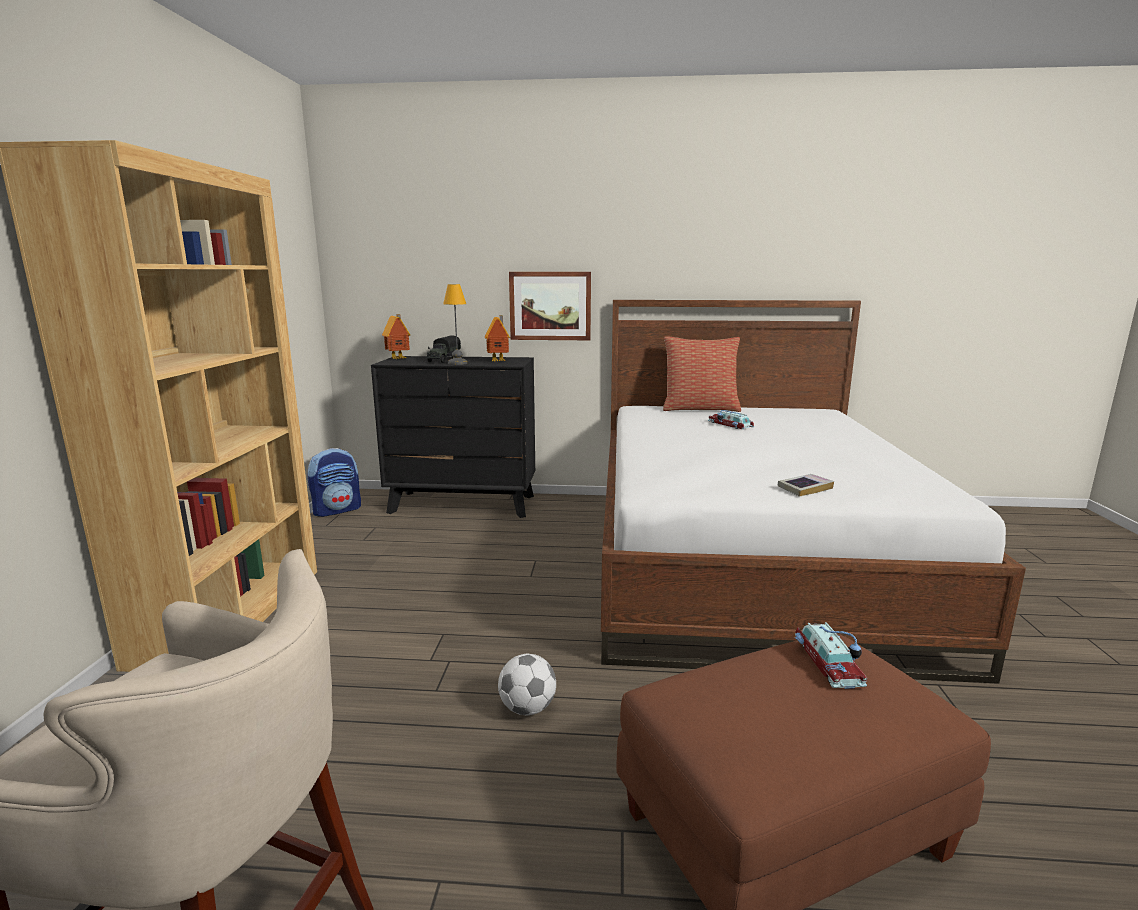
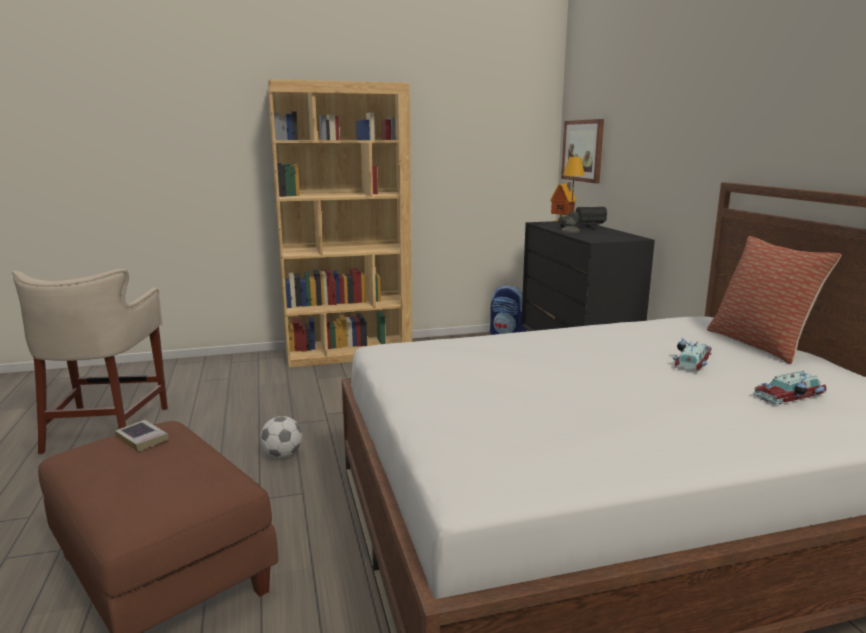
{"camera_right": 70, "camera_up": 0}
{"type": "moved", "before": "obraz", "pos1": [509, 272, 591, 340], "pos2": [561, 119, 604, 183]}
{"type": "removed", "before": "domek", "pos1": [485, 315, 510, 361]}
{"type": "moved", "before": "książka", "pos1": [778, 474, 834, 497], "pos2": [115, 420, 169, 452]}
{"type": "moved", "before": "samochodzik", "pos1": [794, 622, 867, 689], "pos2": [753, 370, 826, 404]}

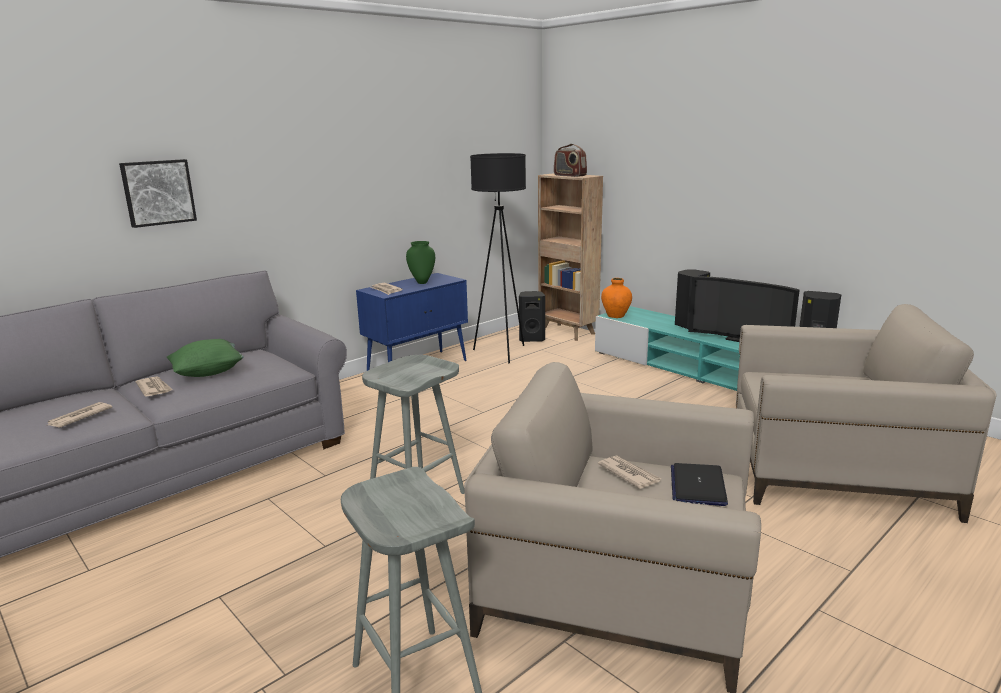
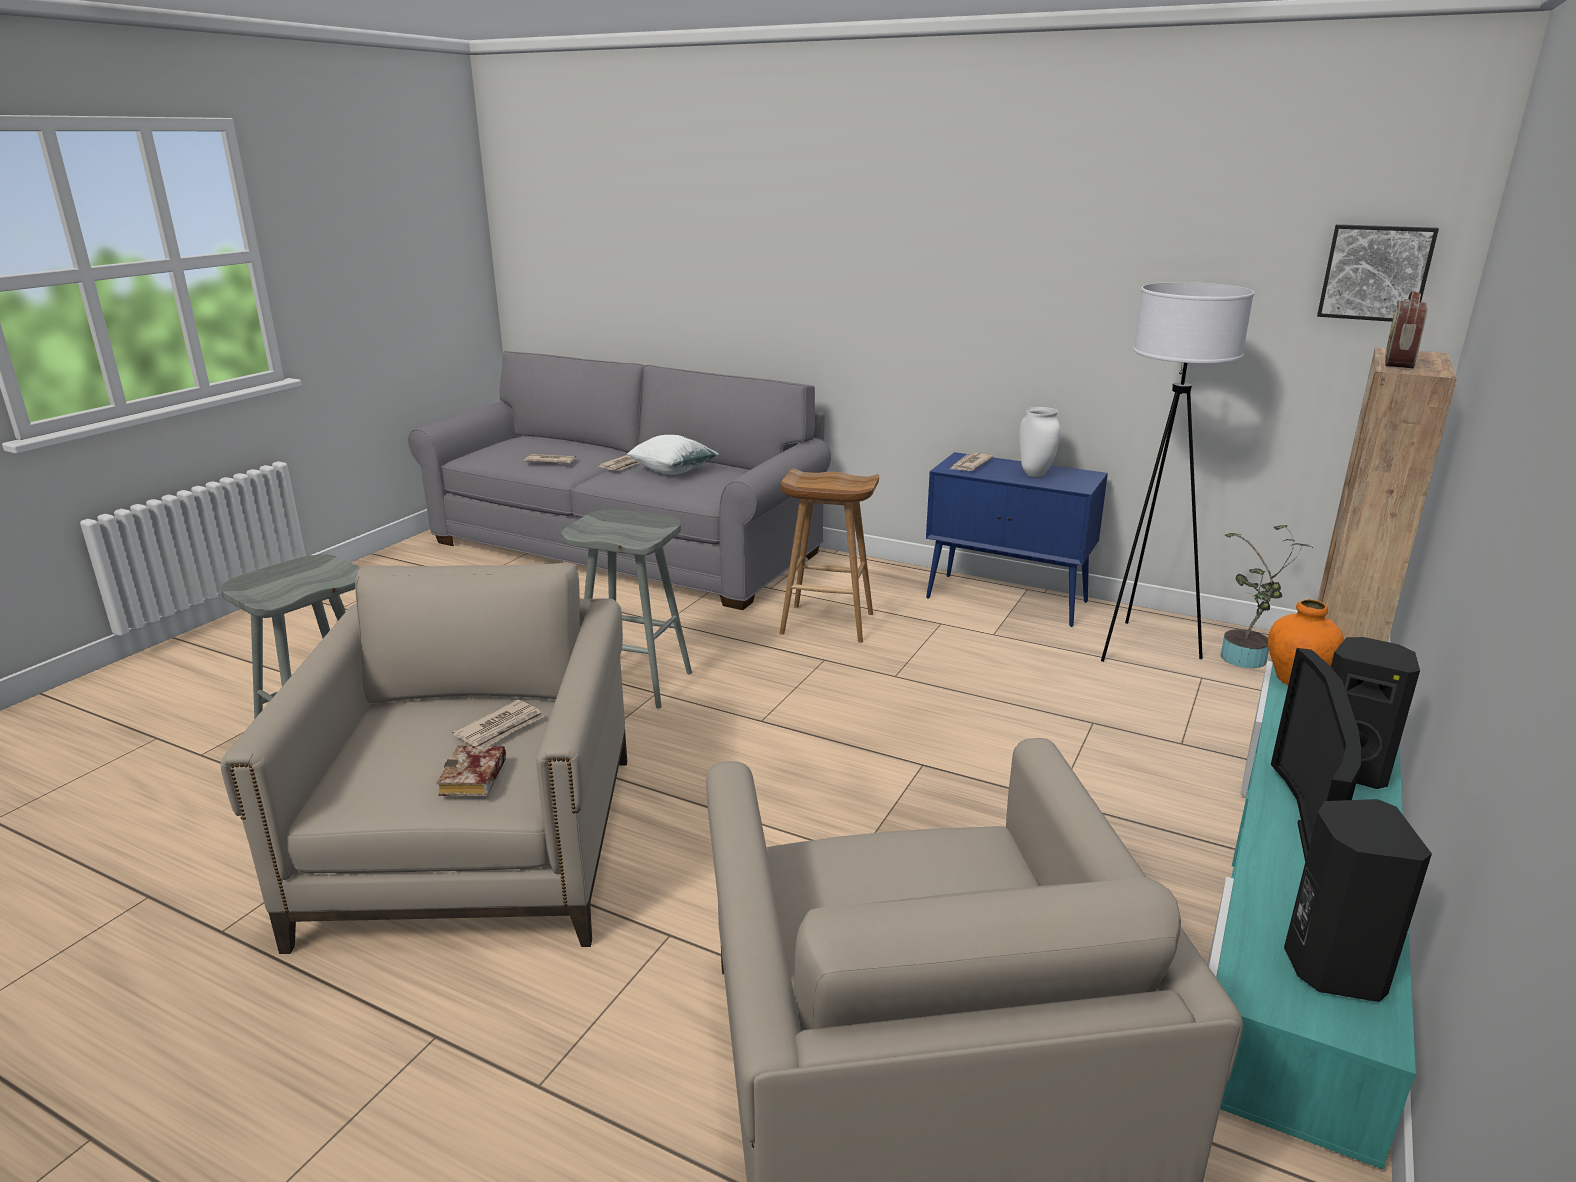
{"camera_right": 70, "camera_up": 5}
{"type": "recoloured", "before": "lampa stojąca/czarny", "after": "lampa stojąca/biały", "pos1": [470, 153, 526, 363], "pos2": [1101, 282, 1254, 662]}
{"type": "moved", "before": "obraz", "pos1": [119, 159, 197, 228], "pos2": [1317, 224, 1439, 322]}
{"type": "recoloured", "before": "wazon/zielony", "after": "wazon/biały", "pos1": [406, 241, 435, 284], "pos2": [1019, 407, 1060, 477]}
{"type": "replaced", "before": "głośnik/czarny", "after": "roślina doniczkowa", "pos1": [519, 291, 545, 342], "pos2": [1220, 525, 1311, 668]}
{"type": "recoloured", "before": "poduszka/zielony", "after": "poduszka/biały", "pos1": [167, 339, 244, 377], "pos2": [627, 435, 719, 474]}
{"type": "replaced", "before": "laptop", "after": "książka", "pos1": [671, 463, 728, 506], "pos2": [436, 746, 506, 796]}
{"type": "added", "after": "stołek/brązowy", "pos2": [780, 468, 879, 643]}

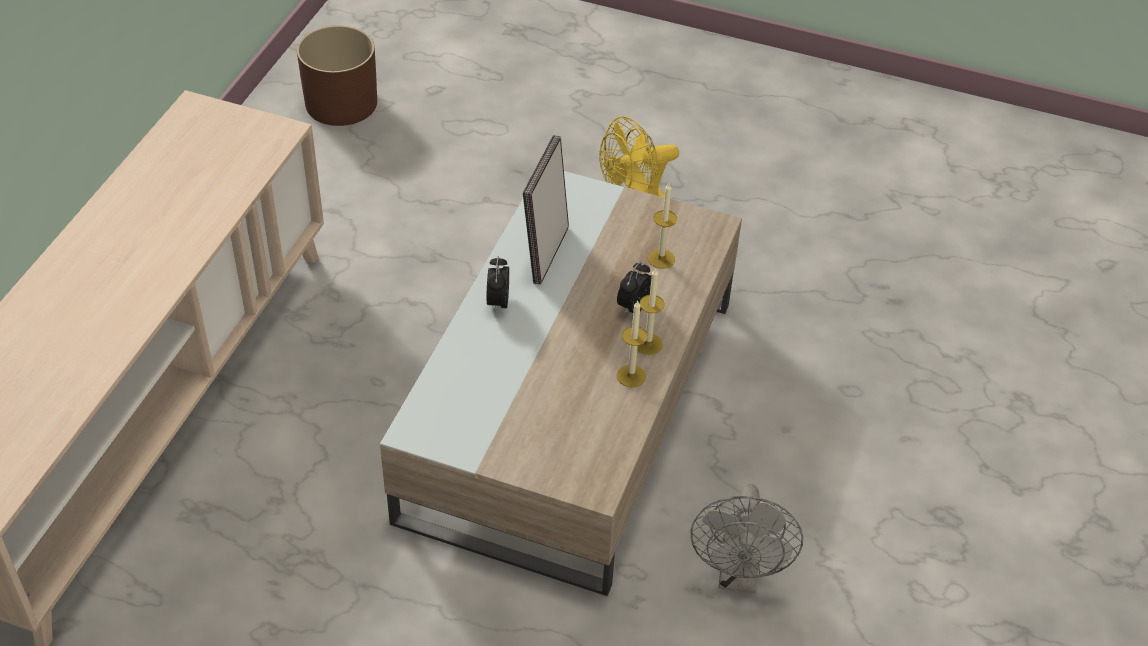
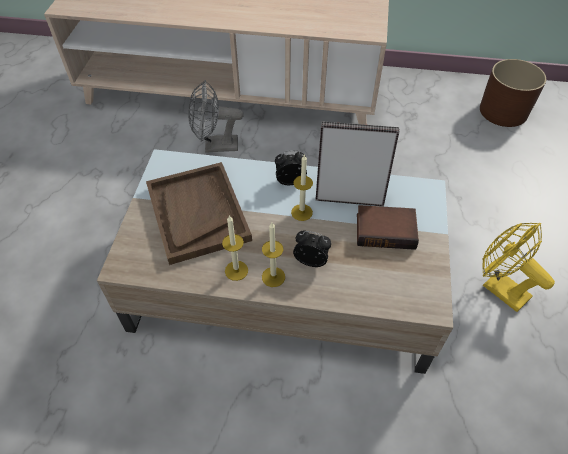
{"camera_right": 80, "camera_up": 5}
{"type": "moved", "before": "świeca", "pos1": [648, 183, 677, 269], "pos2": [291, 154, 313, 221]}
{"type": "moved", "before": "wentylator/szary", "pos1": [691, 484, 803, 593], "pos2": [188, 80, 244, 153]}
{"type": "added", "after": "taca/brązowy", "pos2": [146, 162, 252, 265]}
{"type": "added", "after": "książka", "pos2": [357, 205, 419, 250]}

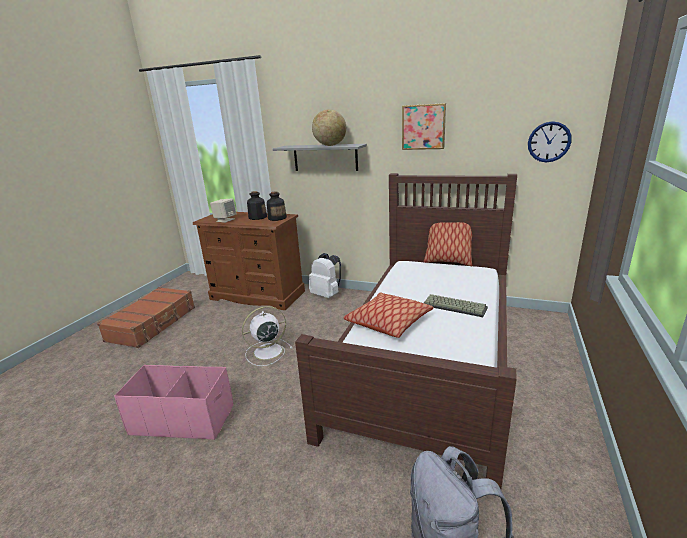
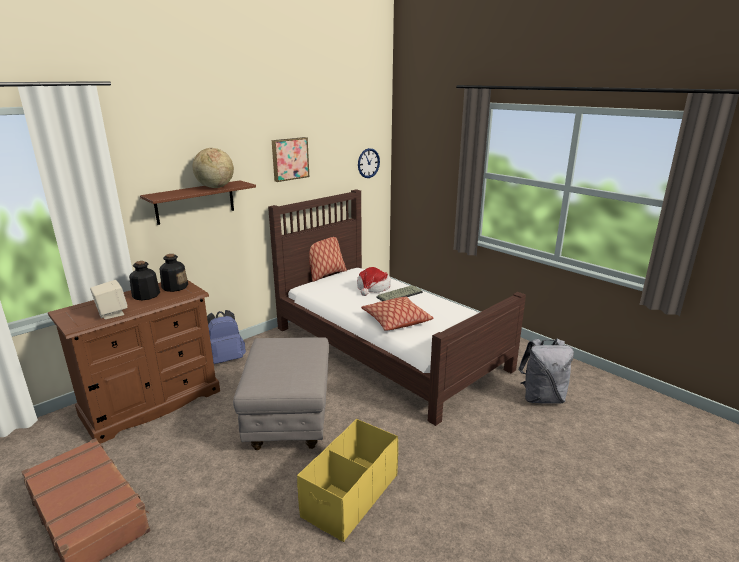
{"camera_right": -65, "camera_up": 0}
{"type": "recoloured", "before": "półka/szary", "after": "półka/brązowy", "pos1": [273, 144, 367, 171], "pos2": [140, 180, 256, 225]}
{"type": "recoloured", "before": "plecak/biały", "after": "plecak/niebieski", "pos1": [309, 253, 341, 298], "pos2": [207, 310, 246, 364]}
{"type": "replaced", "before": "wentylator/biały", "after": "pufa/szary", "pos1": [242, 306, 292, 366], "pos2": [233, 337, 329, 450]}
{"type": "recoloured", "before": "pojemnik do przechowywania/różowy", "after": "pojemnik do przechowywania/żółty", "pos1": [114, 365, 233, 440], "pos2": [297, 419, 398, 542]}
{"type": "added", "after": "kapelusz", "pos2": [357, 267, 391, 296]}

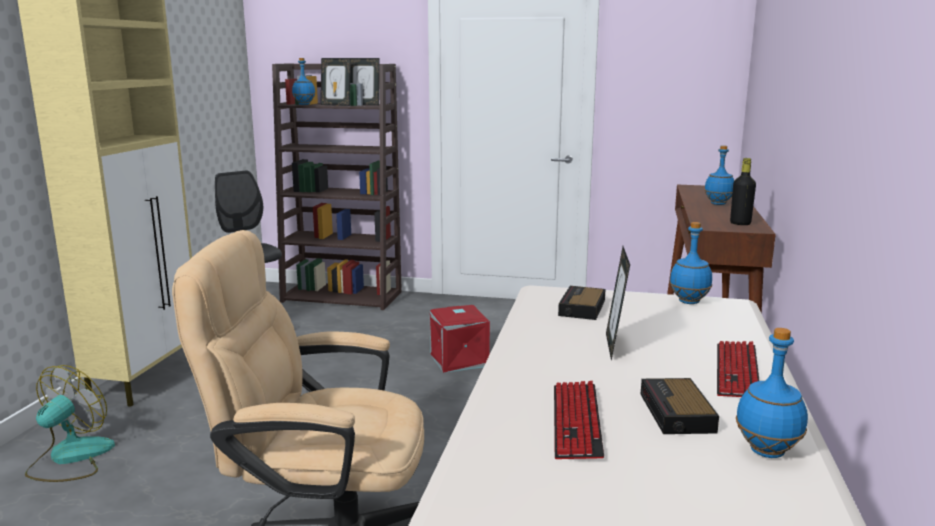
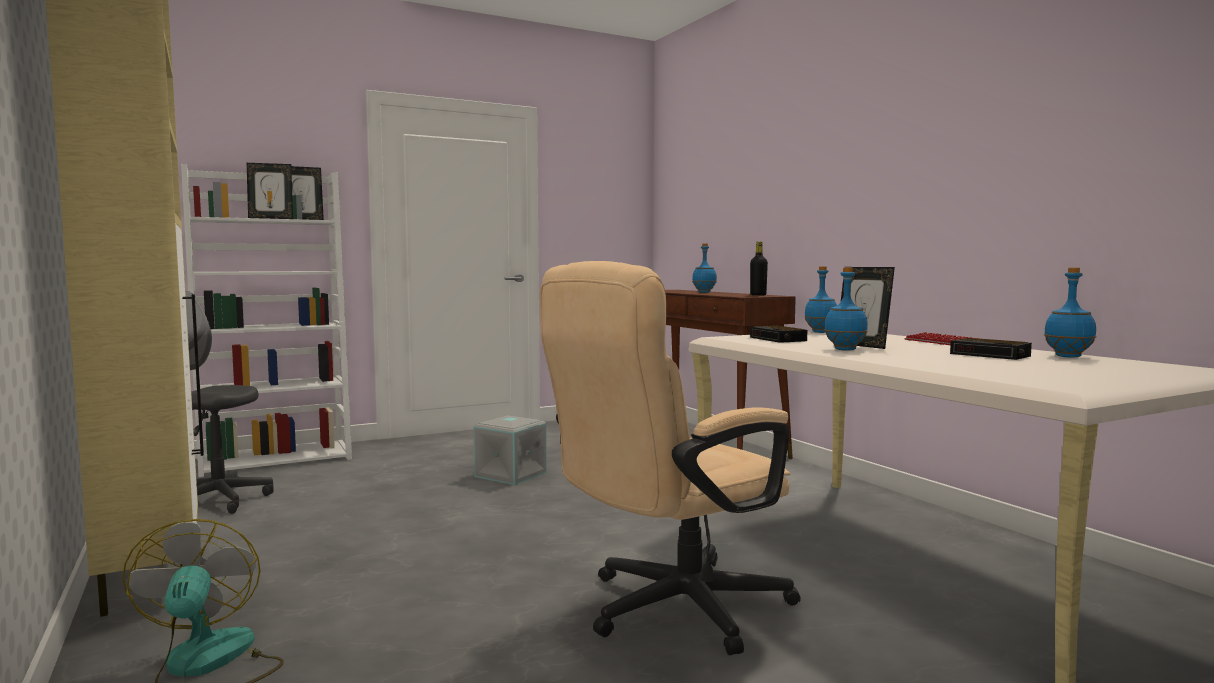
{"camera_right": -40, "camera_up": -10}
{"type": "moved", "before": "butelka/niebieski", "pos1": [292, 58, 315, 105], "pos2": [824, 267, 868, 351]}
{"type": "recoloured", "before": "regał/brązowy", "after": "regał/biały", "pos1": [272, 63, 402, 310], "pos2": [181, 164, 352, 477]}
{"type": "recoloured", "before": "pojemnik do przechowywania/czerwony", "after": "pojemnik do przechowywania/szary", "pos1": [430, 305, 490, 373], "pos2": [473, 416, 547, 485]}
{"type": "removed", "before": "klawiatura", "pos1": [554, 381, 604, 459]}

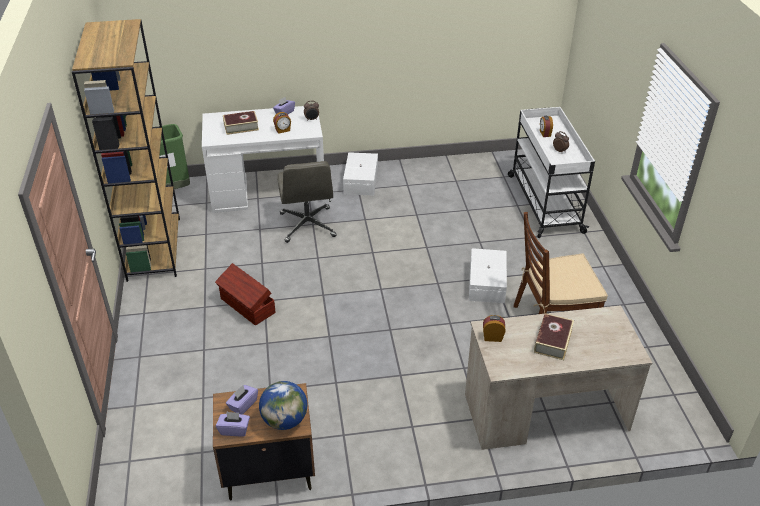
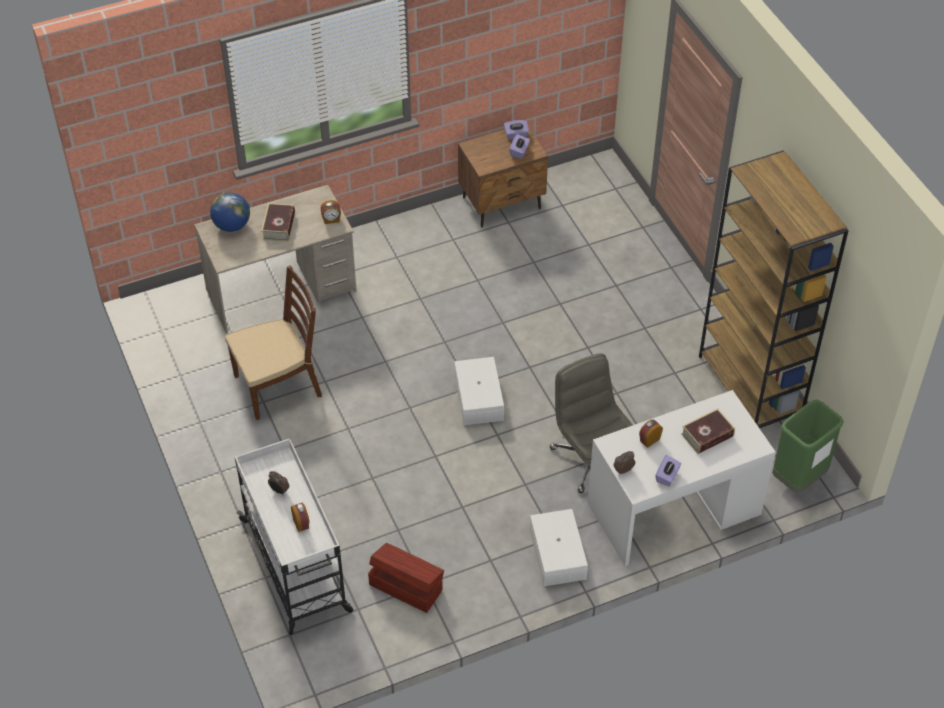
{"camera_right": 165, "camera_up": 10}
{"type": "moved", "before": "pojemnik do przechowywania/biały", "pos1": [469, 248, 507, 303], "pos2": [454, 357, 504, 425]}
{"type": "moved", "before": "pojemnik do przechowywania/brązowy", "pos1": [215, 263, 276, 326], "pos2": [368, 543, 444, 613]}
{"type": "moved", "before": "globus", "pos1": [259, 381, 307, 430], "pos2": [210, 192, 250, 232]}

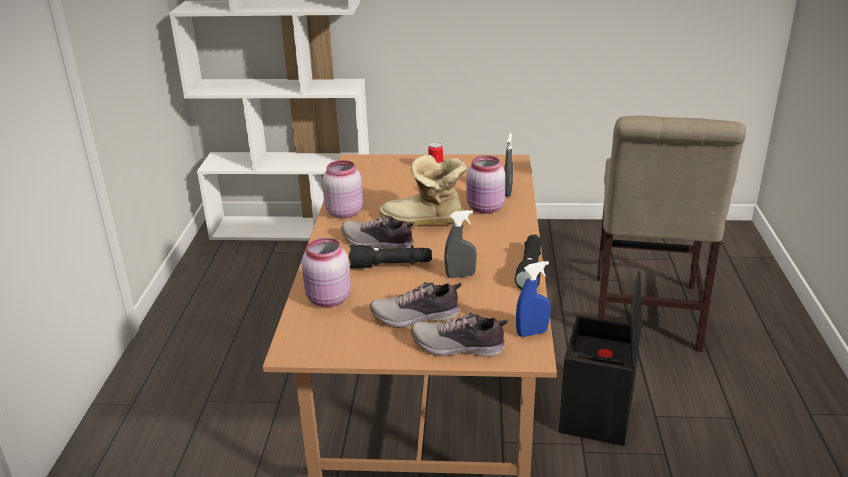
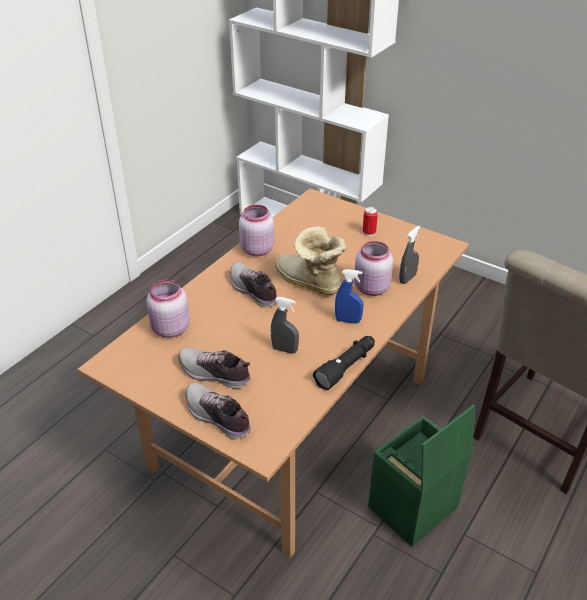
{"camera_right": 30, "camera_up": 10}
{"type": "removed", "before": "latarka/czarny", "pos1": [349, 245, 432, 269]}
{"type": "moved", "before": "spryskiwacz/niebieski", "pos1": [516, 261, 550, 337], "pos2": [335, 269, 364, 324]}
{"type": "recoloured", "before": "pojemnik do przechowywania/czarny", "after": "pojemnik do przechowywania/zielony", "pos1": [559, 271, 642, 446], "pos2": [368, 404, 475, 547]}

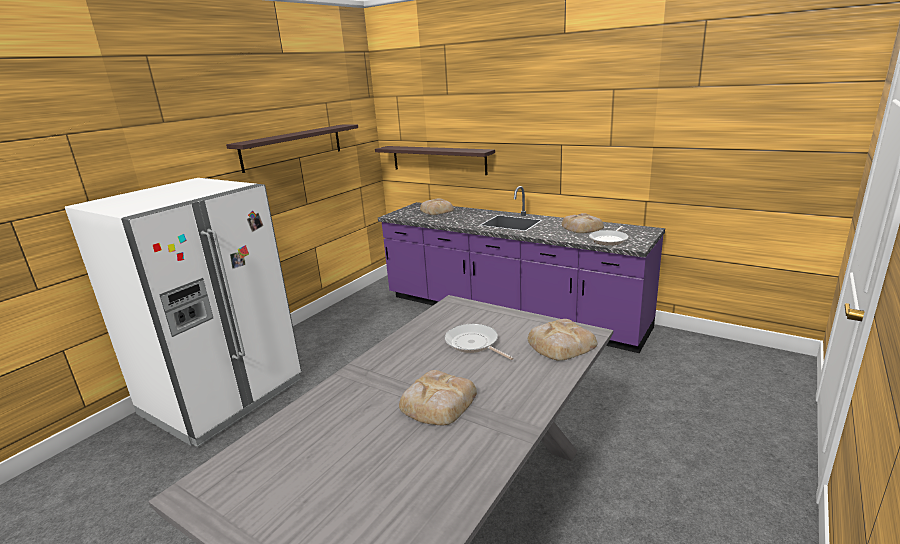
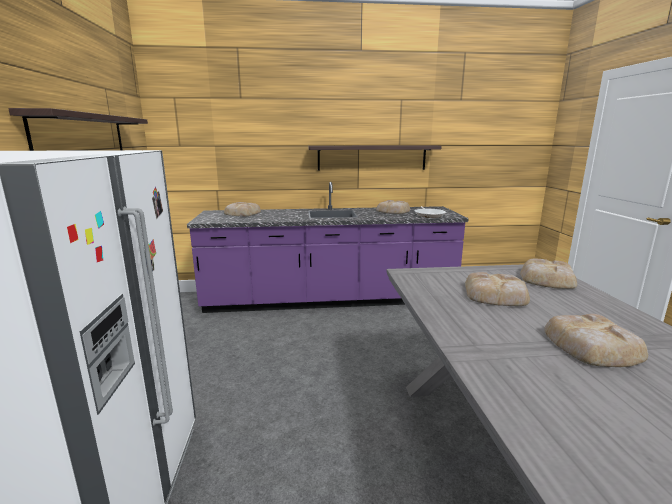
{"camera_right": -40, "camera_up": -5}
{"type": "moved", "before": "półka", "pos1": [375, 146, 495, 175], "pos2": [308, 145, 442, 171]}
{"type": "replaced", "before": "patelnia", "after": "chleb", "pos1": [445, 324, 514, 360], "pos2": [465, 272, 530, 306]}

